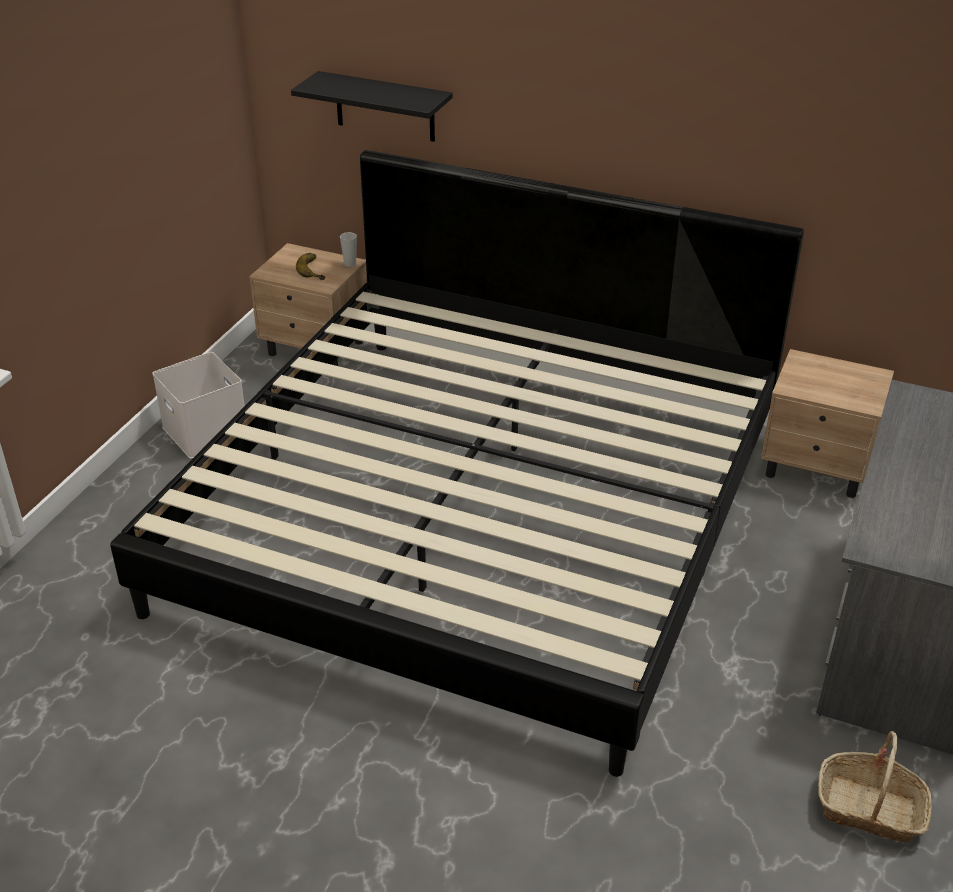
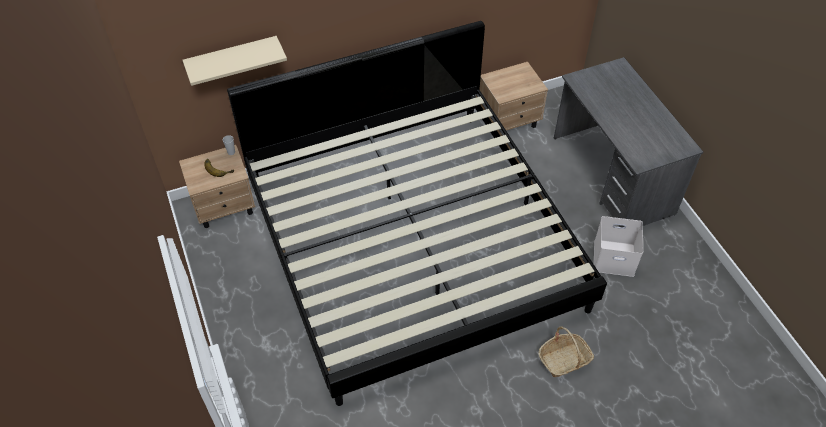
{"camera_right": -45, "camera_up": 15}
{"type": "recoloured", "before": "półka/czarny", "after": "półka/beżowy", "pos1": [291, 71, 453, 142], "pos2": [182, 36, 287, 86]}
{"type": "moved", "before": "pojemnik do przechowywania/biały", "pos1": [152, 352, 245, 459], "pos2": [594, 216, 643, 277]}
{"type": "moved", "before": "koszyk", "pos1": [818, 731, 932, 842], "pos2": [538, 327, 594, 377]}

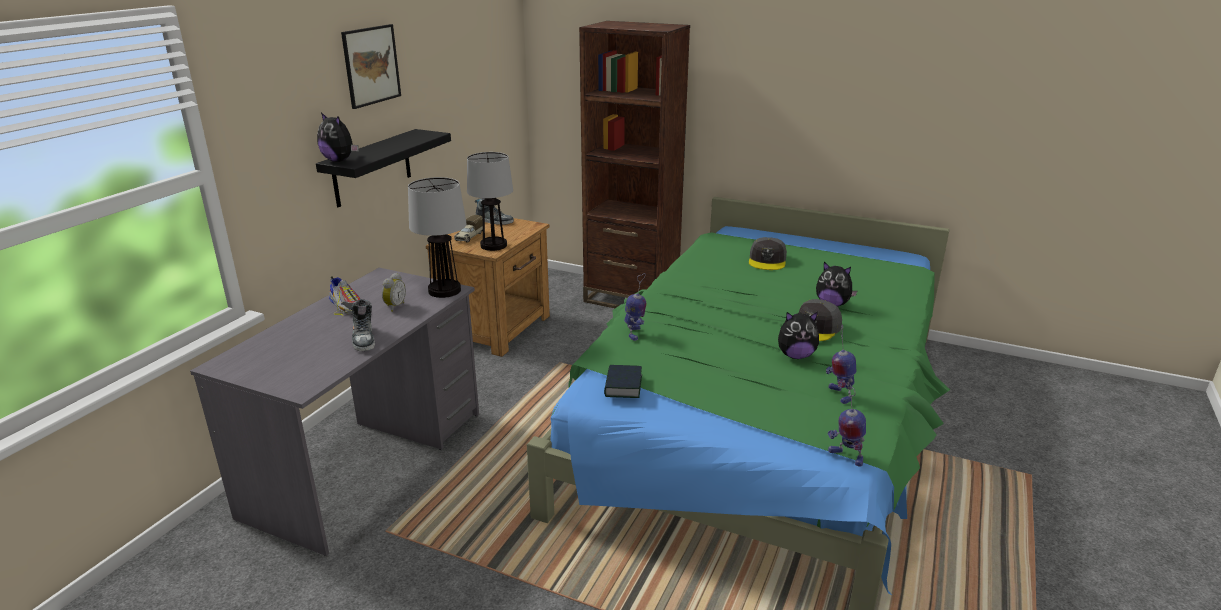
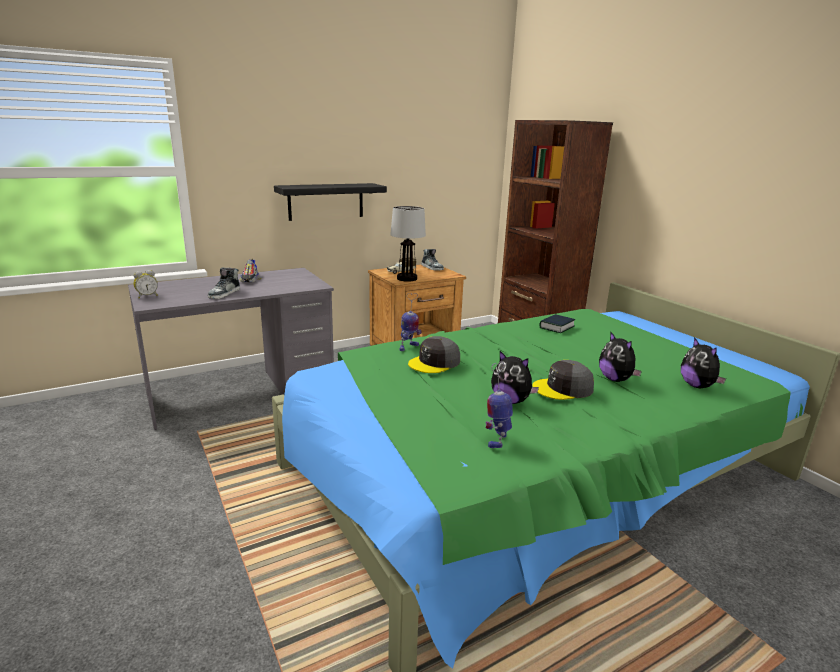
{"camera_right": 35, "camera_up": -5}
{"type": "removed", "before": "obraz", "pos1": [341, 24, 401, 109]}
{"type": "moved", "before": "pluszak", "pos1": [317, 113, 359, 162], "pos2": [681, 337, 726, 388]}
{"type": "removed", "before": "lampa stołowa", "pos1": [408, 177, 467, 298]}
{"type": "moved", "before": "czapka z daszkiem/szary", "pos1": [749, 237, 787, 270], "pos2": [408, 336, 460, 373]}
{"type": "moved", "before": "budzik", "pos1": [382, 273, 406, 312], "pos2": [134, 270, 158, 298]}
{"type": "moved", "before": "książka", "pos1": [604, 365, 642, 398], "pos2": [539, 314, 575, 333]}
{"type": "removed", "before": "robot zabawkowy", "pos1": [827, 382, 866, 467]}

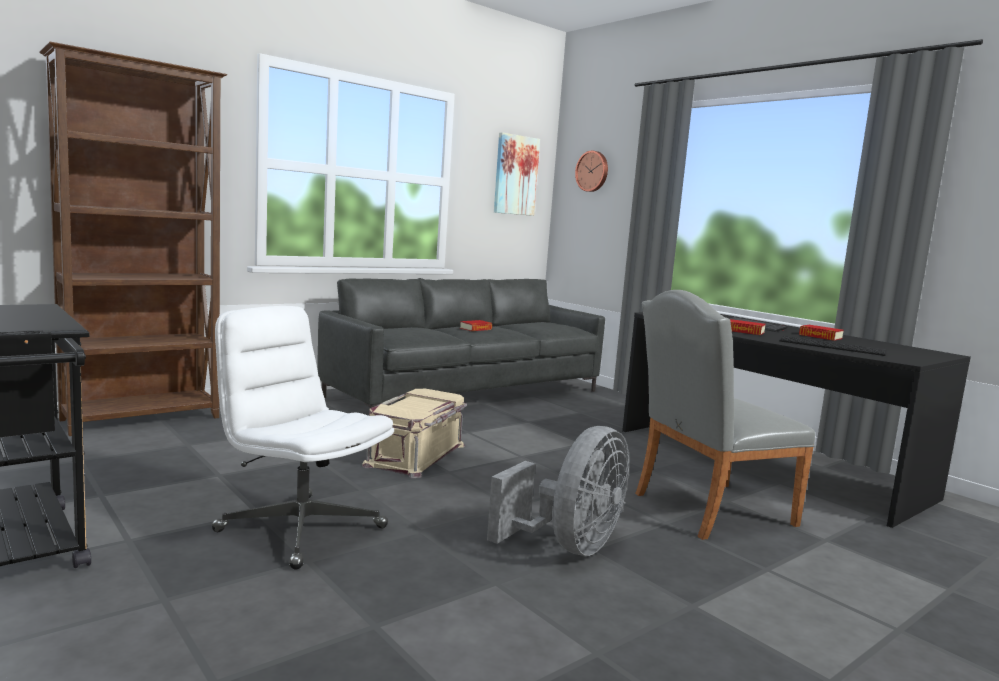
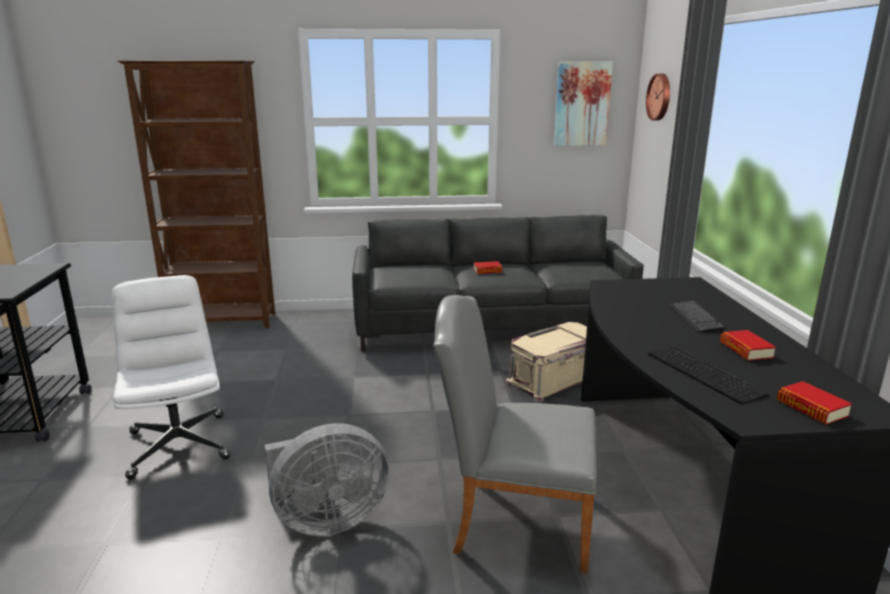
{"camera_right": 35, "camera_up": 10}
{"type": "moved", "before": "książka", "pos1": [730, 319, 766, 335], "pos2": [777, 381, 852, 425]}
{"type": "moved", "before": "pojemnik do przechowywania/beżowy", "pos1": [362, 389, 467, 478], "pos2": [505, 322, 587, 402]}

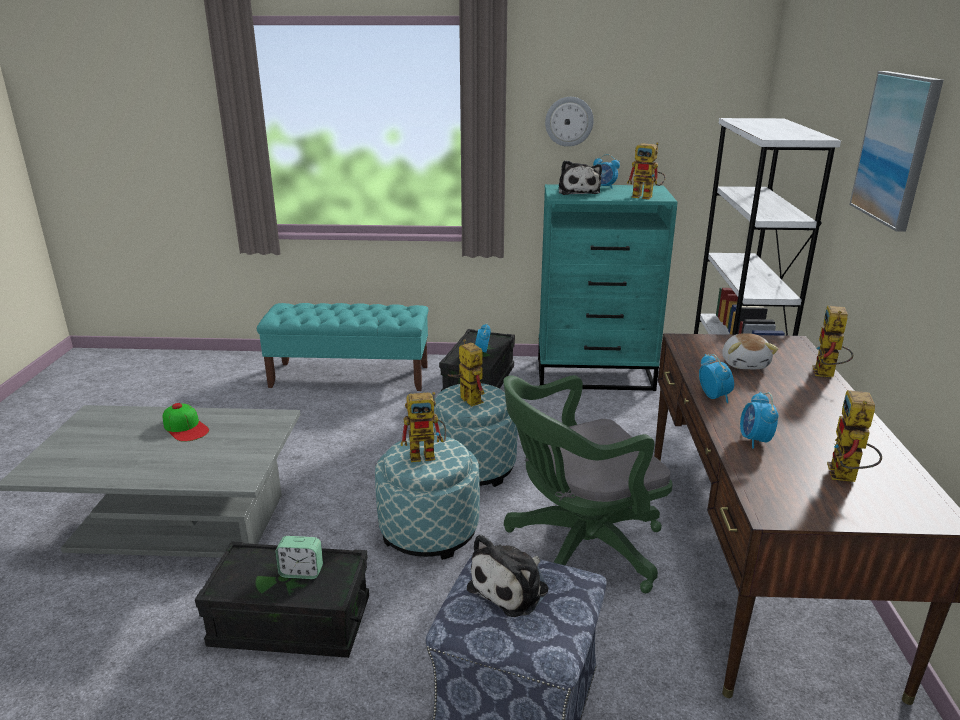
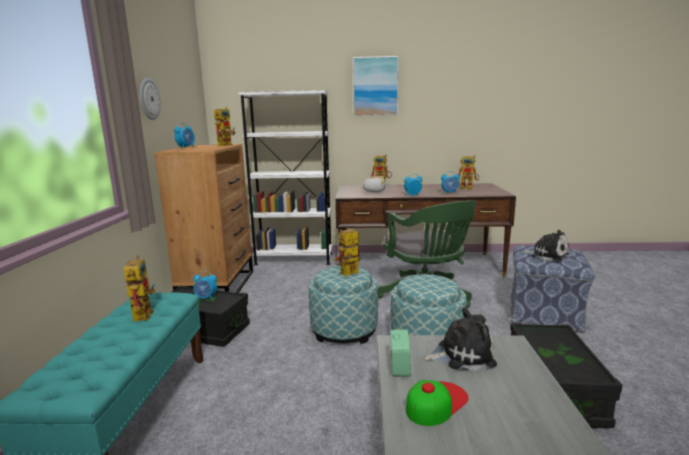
{"camera_right": -90, "camera_up": -10}
{"type": "moved", "before": "pluszak", "pos1": [559, 160, 602, 195], "pos2": [422, 307, 497, 371]}
{"type": "recoloured", "before": "komoda/turkusowy", "after": "komoda/brązowy", "pos1": [538, 184, 678, 391], "pos2": [154, 144, 253, 293]}
{"type": "moved", "before": "robot zabawkowy", "pos1": [401, 392, 446, 462], "pos2": [124, 255, 156, 321]}
{"type": "moved", "before": "budzik", "pos1": [275, 536, 323, 579], "pos2": [390, 329, 411, 377]}

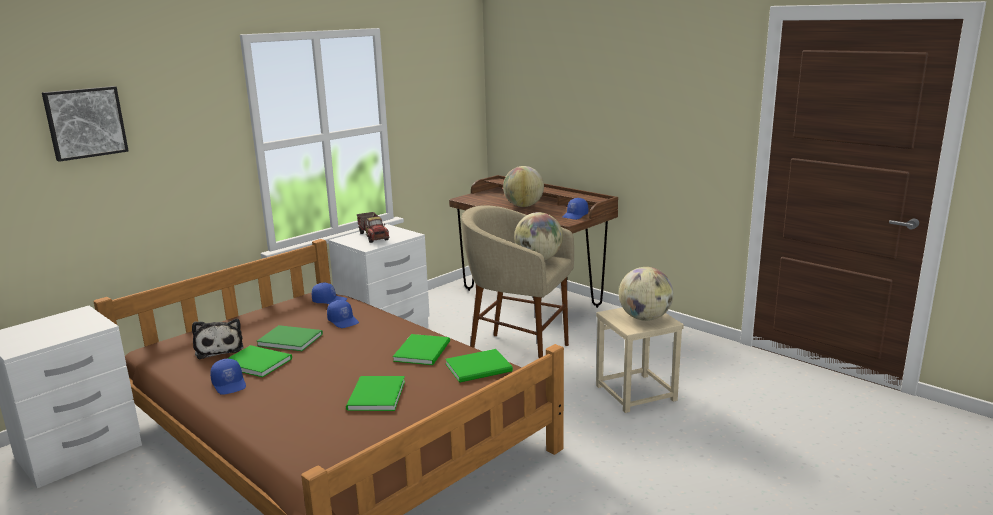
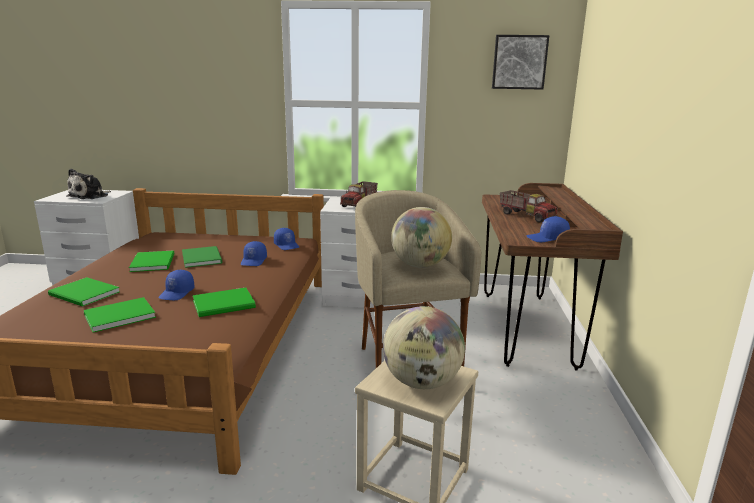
{"camera_right": 50, "camera_up": 0}
{"type": "moved", "before": "obraz", "pos1": [42, 86, 129, 162], "pos2": [492, 35, 549, 90]}
{"type": "replaced", "before": "globus", "after": "ciężarówka zabawkowa", "pos1": [503, 166, 544, 207], "pos2": [500, 190, 558, 223]}
{"type": "moved", "before": "pluszak", "pos1": [192, 319, 244, 359], "pos2": [66, 169, 111, 199]}
{"type": "moved", "before": "książka/zielony", "pos1": [445, 349, 513, 383], "pos2": [48, 277, 120, 307]}
{"type": "moved", "before": "czapka z daszkiem/niebieski", "pos1": [210, 359, 246, 395], "pos2": [159, 270, 195, 300]}

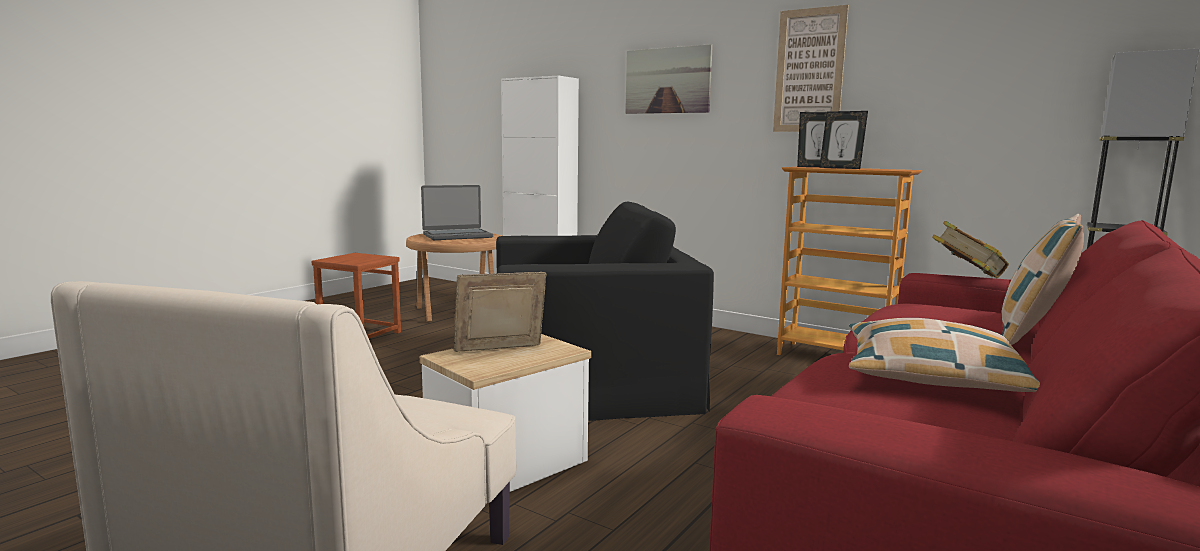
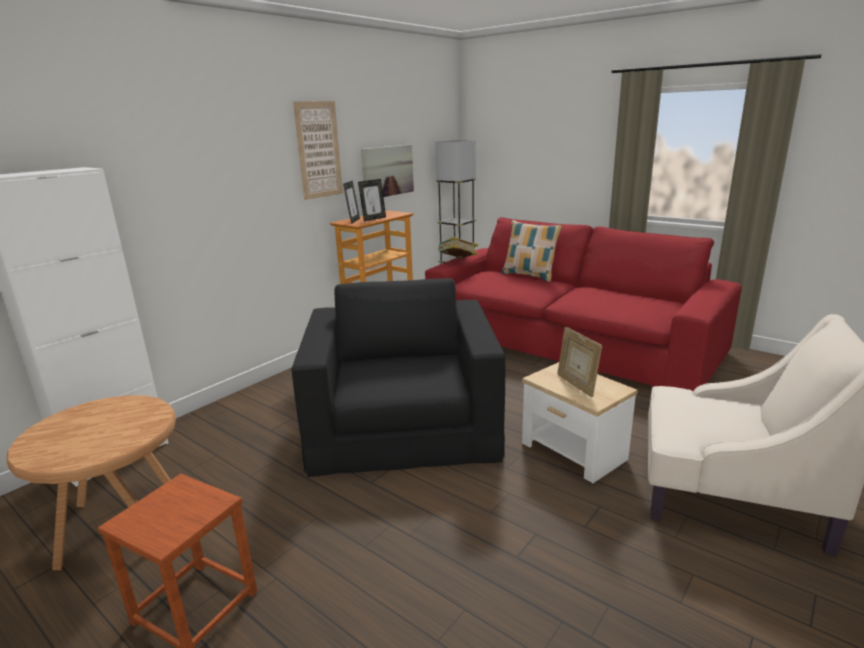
{"camera_right": -85, "camera_up": 10}
{"type": "moved", "before": "obraz", "pos1": [625, 44, 713, 114], "pos2": [361, 144, 414, 197]}
{"type": "removed", "before": "laptop", "pos1": [421, 185, 493, 240]}
{"type": "removed", "before": "poduszka", "pos1": [849, 318, 1040, 392]}

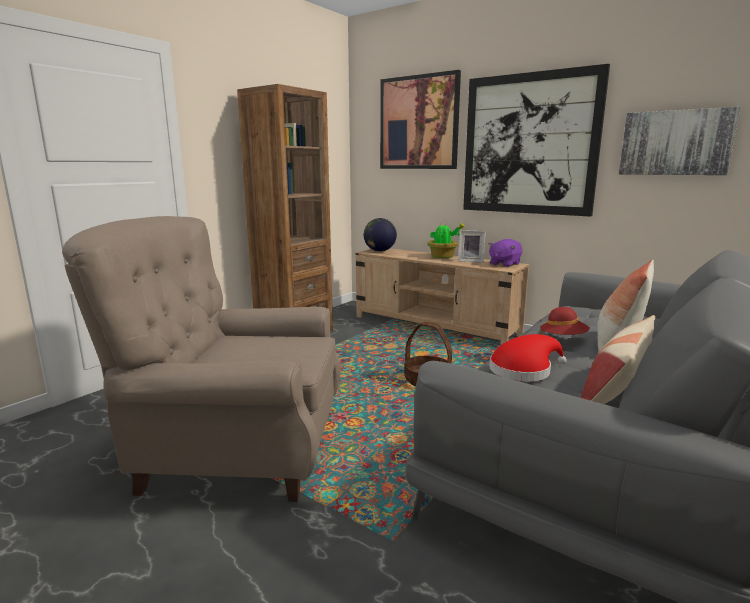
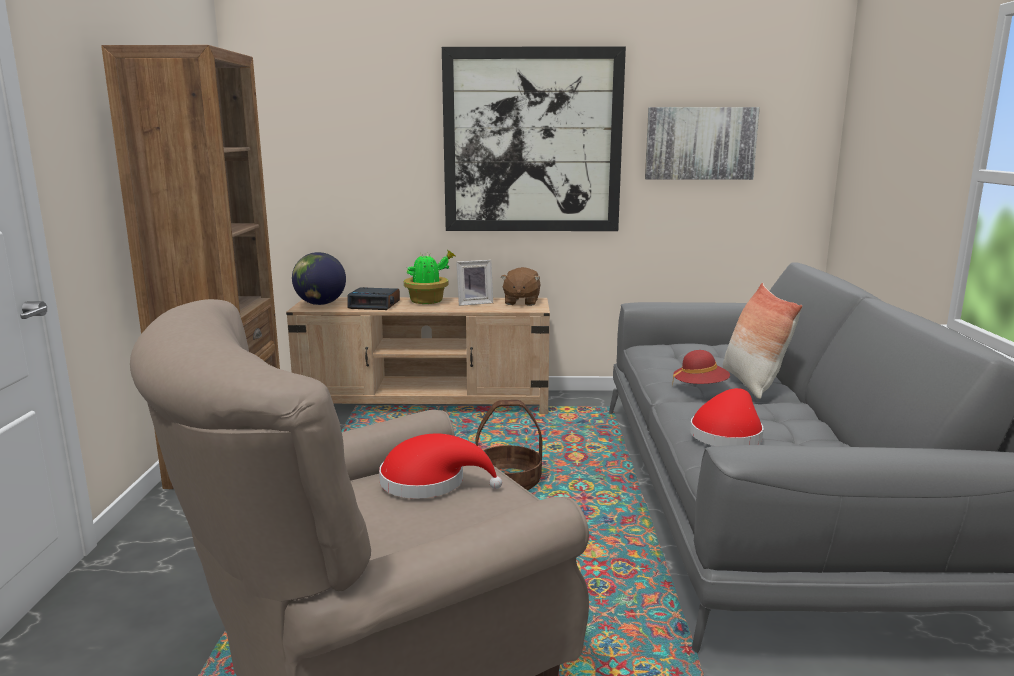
{"camera_right": -35, "camera_up": 0}
{"type": "removed", "before": "obraz", "pos1": [380, 70, 461, 169]}
{"type": "recoloured", "before": "pluszak/fioletowy", "after": "pluszak/brązowy", "pos1": [489, 239, 522, 267], "pos2": [501, 267, 540, 306]}
{"type": "removed", "before": "poduszka", "pos1": [581, 315, 655, 404]}
{"type": "added", "after": "budzik", "pos2": [347, 287, 400, 310]}
{"type": "added", "after": "kapelusz/czerwony", "pos2": [379, 434, 502, 499]}

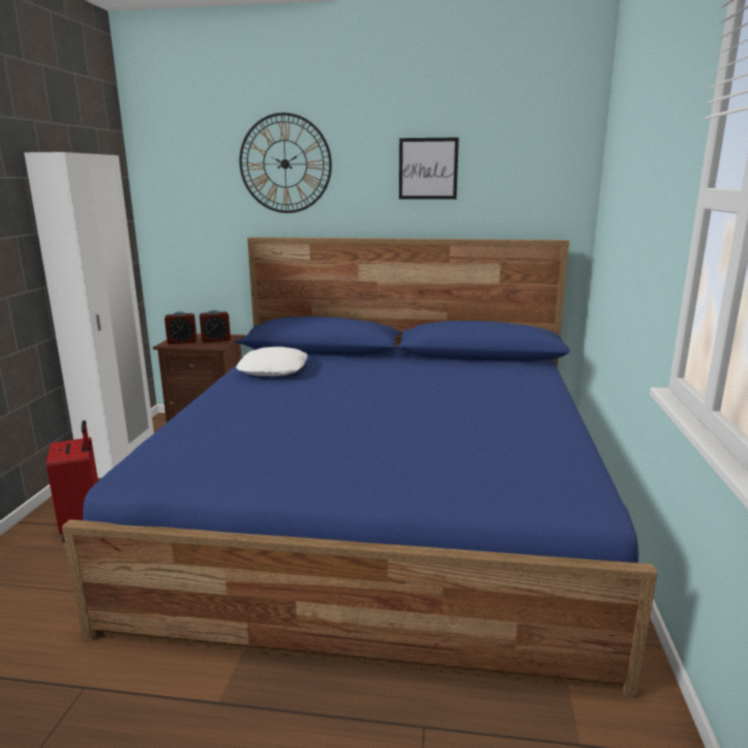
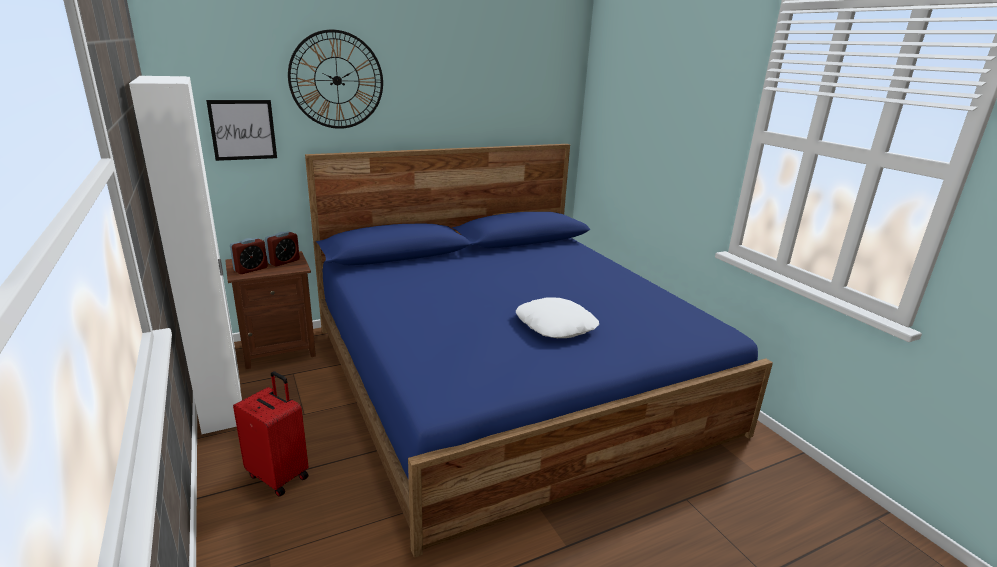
{"camera_right": -35, "camera_up": 5}
{"type": "moved", "before": "obraz", "pos1": [399, 137, 459, 199], "pos2": [206, 100, 277, 161]}
{"type": "moved", "before": "poduszka/biały", "pos1": [236, 347, 308, 376], "pos2": [516, 297, 599, 338]}

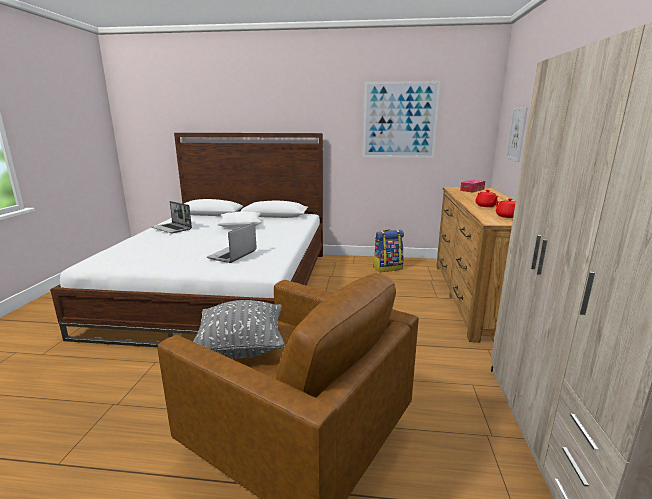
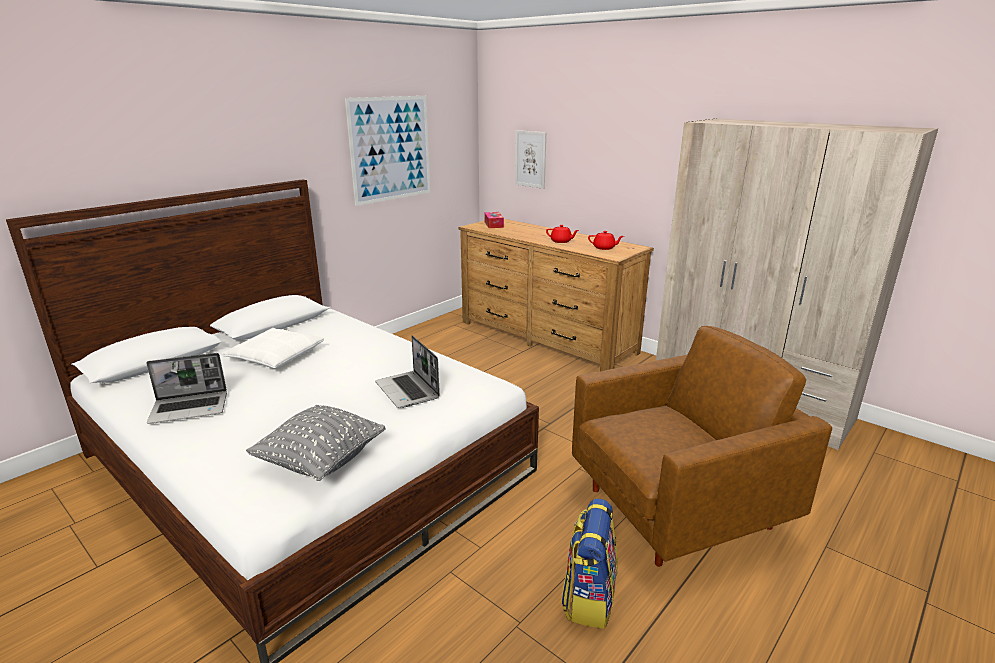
{"camera_right": -55, "camera_up": 5}
{"type": "moved", "before": "plecak", "pos1": [373, 229, 404, 272], "pos2": [561, 499, 618, 629]}
{"type": "moved", "before": "poduszka/szary", "pos1": [193, 300, 285, 359], "pos2": [246, 405, 386, 481]}

